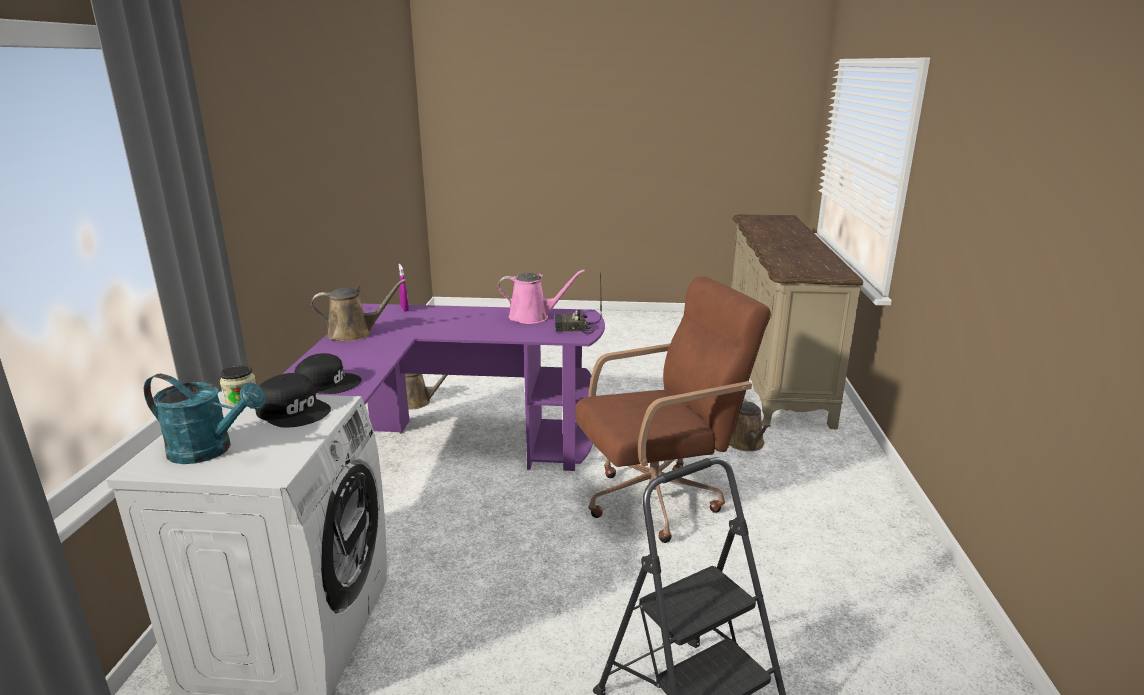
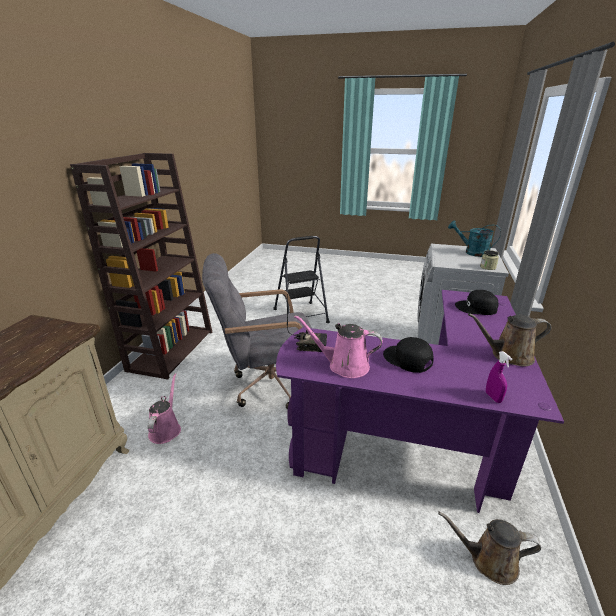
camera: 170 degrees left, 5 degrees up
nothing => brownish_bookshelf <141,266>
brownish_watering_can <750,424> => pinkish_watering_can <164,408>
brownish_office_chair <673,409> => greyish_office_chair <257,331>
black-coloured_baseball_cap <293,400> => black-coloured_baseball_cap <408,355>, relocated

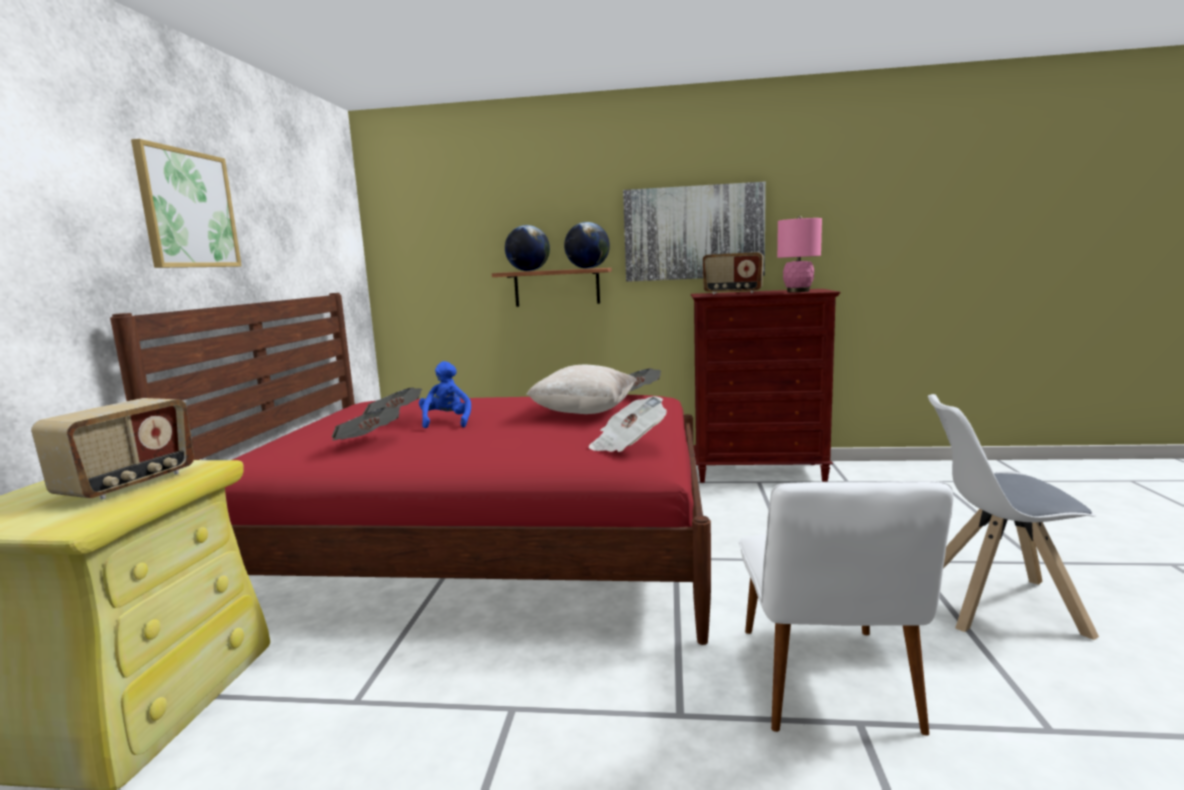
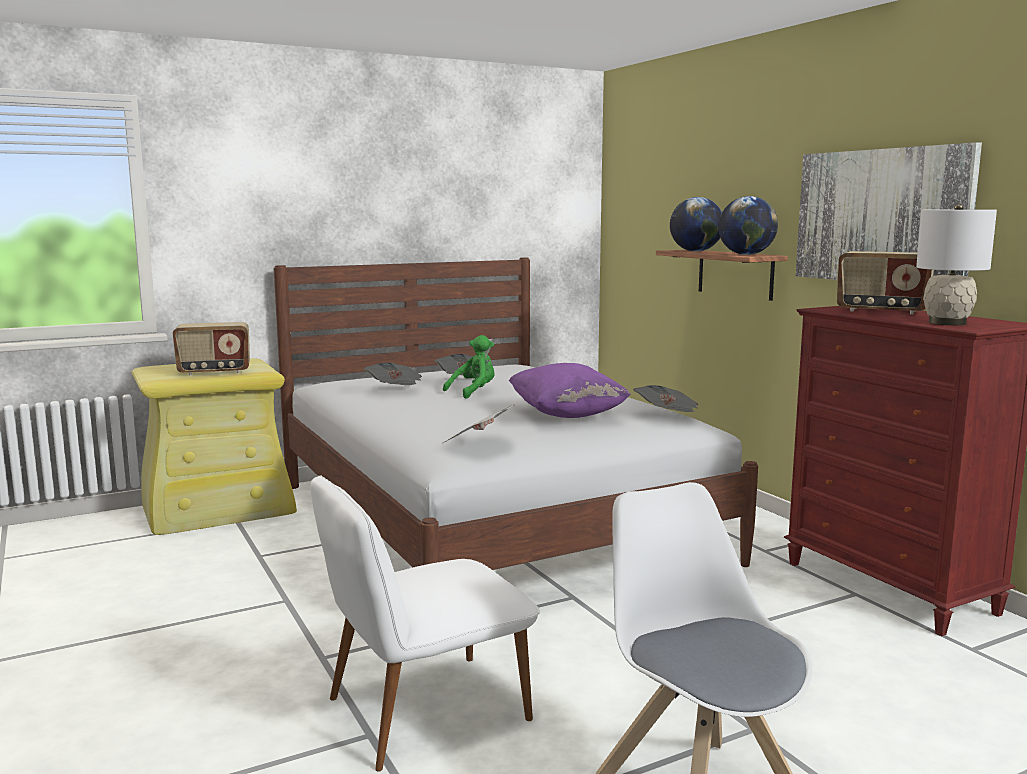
camera: 55 degrees right, 0 degrees up
reddish_sleeping_bed <410,469> => whitish_sleeping_bed <516,414>
blue_soft_toy <445,394> => green-coloured_soft_toy <469,367>
sand-coloured_throw_pillow <581,389> => purple-coloured_throw_pillow <570,390>
radio_set <733,273> => radio_set <885,283>, 45 degrees counterclockwise
pinkish_lamp_for_a_table <799,254> => whitish_lamp_for_a_table <956,264>
wall_art <186,203> => nothing

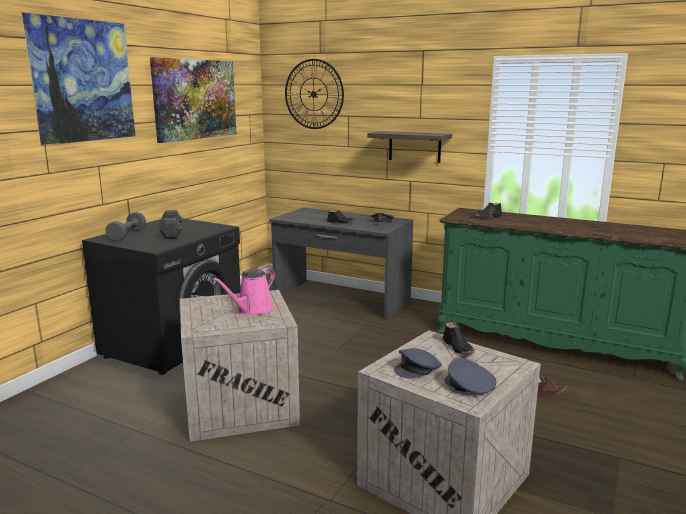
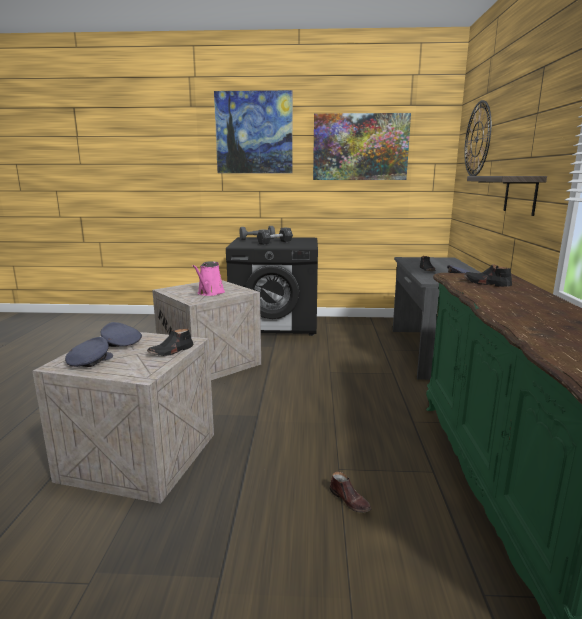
camera: 65 degrees right, 0 degrees up
pinkish_watering_can <244,292> => pinkish_watering_can <209,278>, 90 degrees counterclockwise

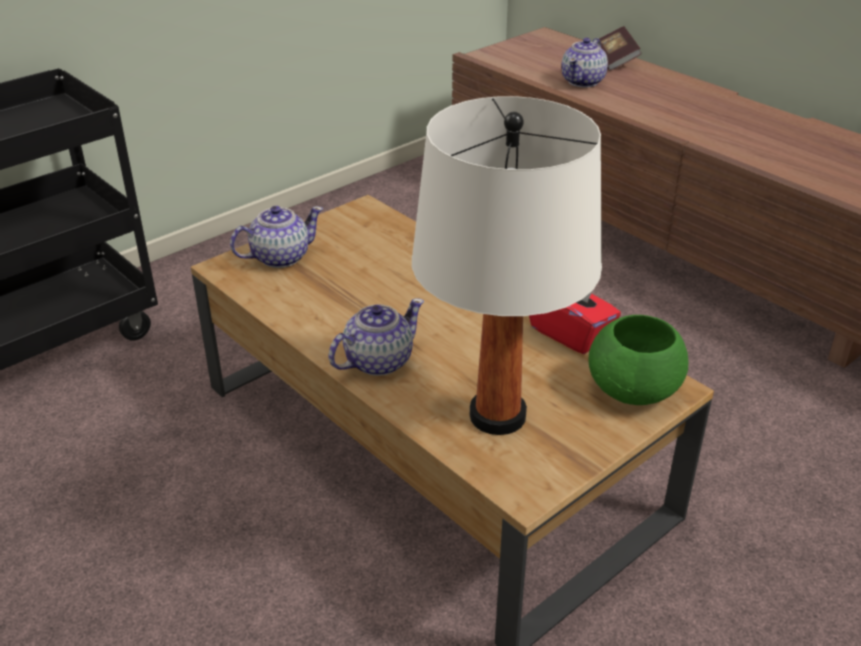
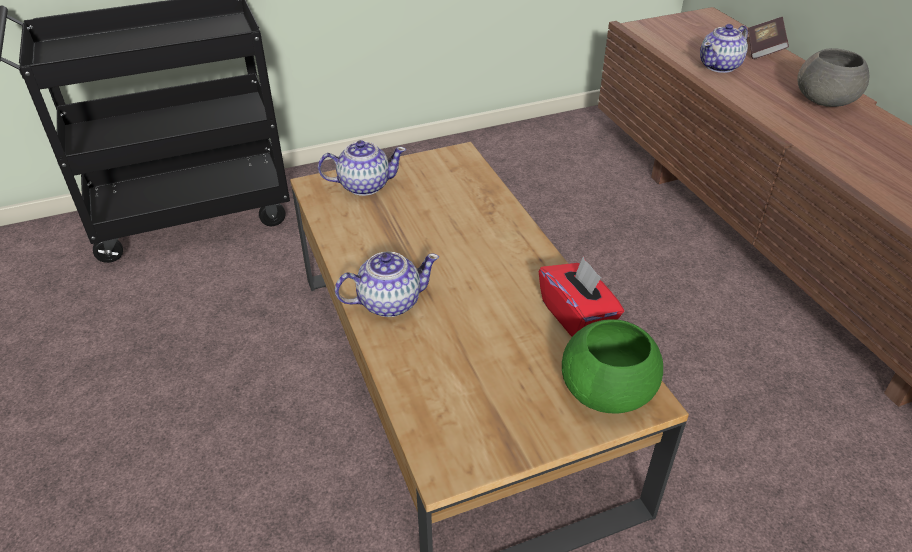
camera: 20 degrees right, 5 degrees up
nothing => greyish_bowl <833,77>
whitish_lamp_for_a_table <507,265> => nothing

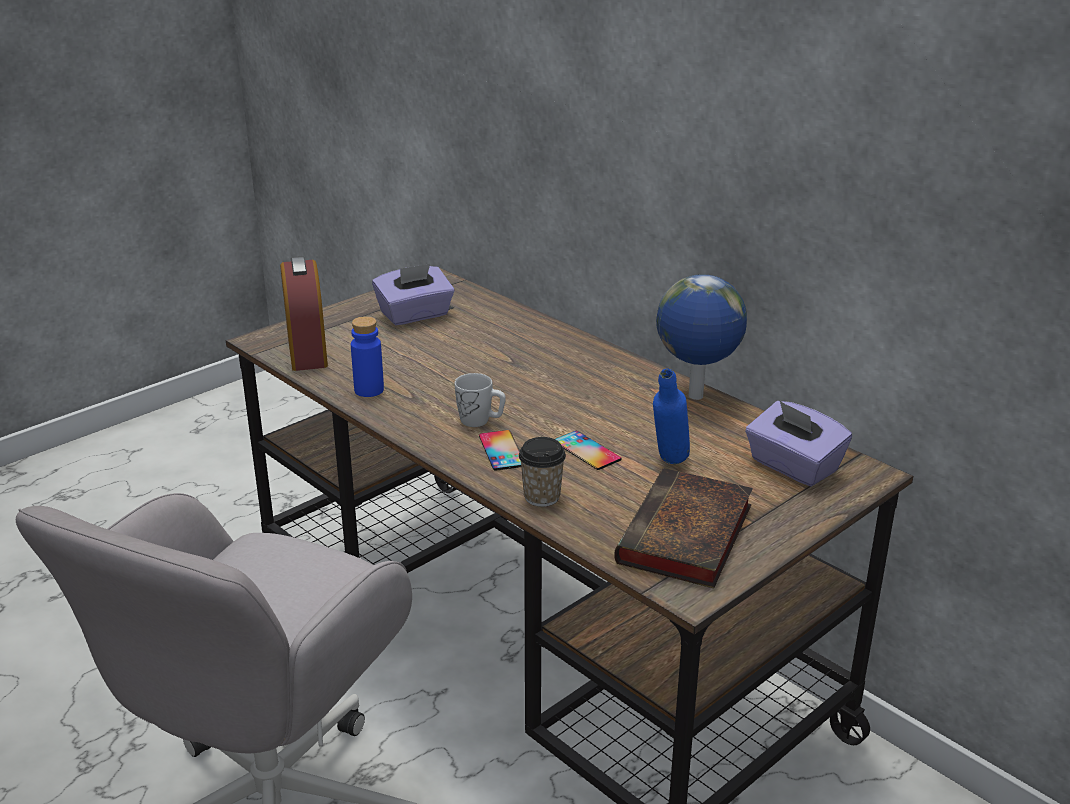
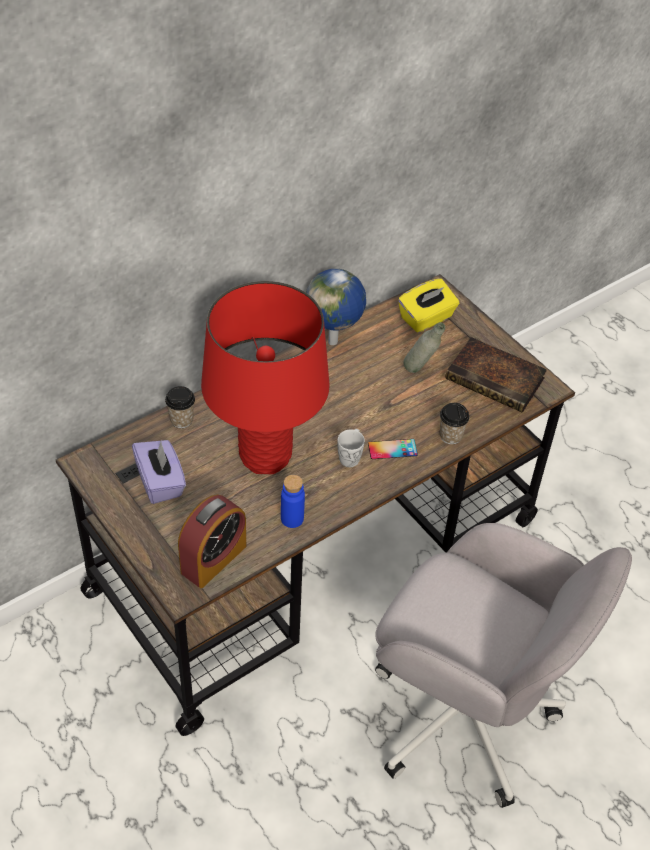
camera: 85 degrees left, 20 degrees up
nothing => drinking_cup <180,407>
bedside_clock <304,313> => bedside_clock <212,541>, 135 degrees clockwise
nothing => reddish_lamp_for_a_table <265,377>
purple-coloured_tissue_box <798,443> => yellowish_tissue_box <428,306>
blue_bottle <671,416> => greyish_bottle <424,347>
handset <588,450> => nothing

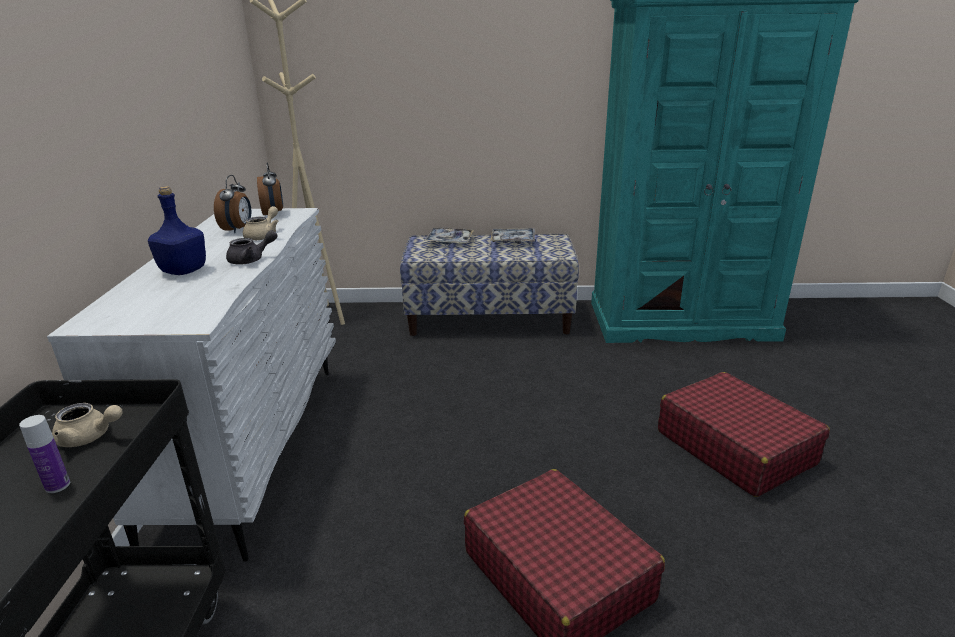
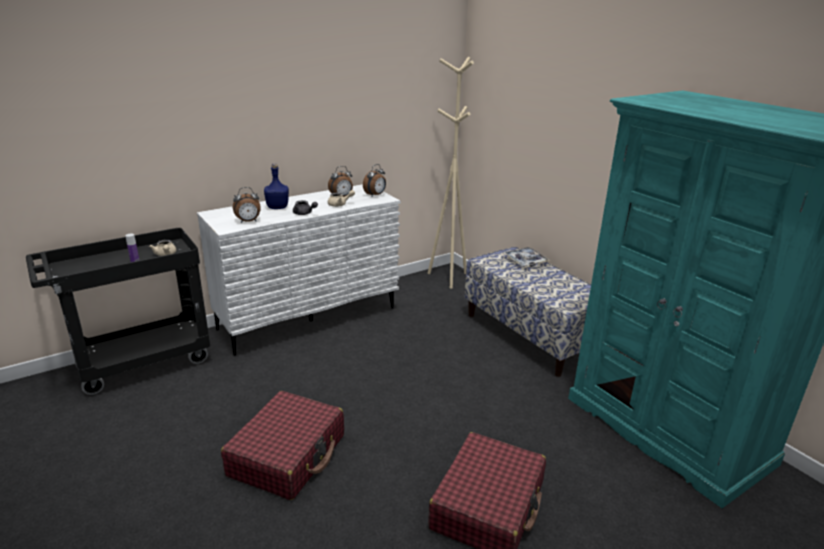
camera: 55 degrees right, 0 degrees up
nothing => bedside_clock <247,205>
carrying_tray <512,236> => nothing

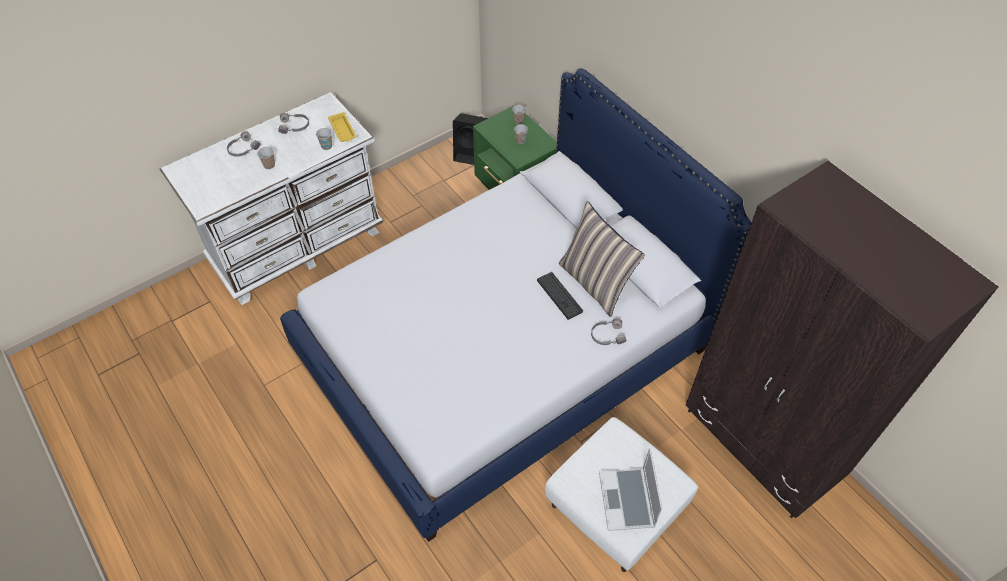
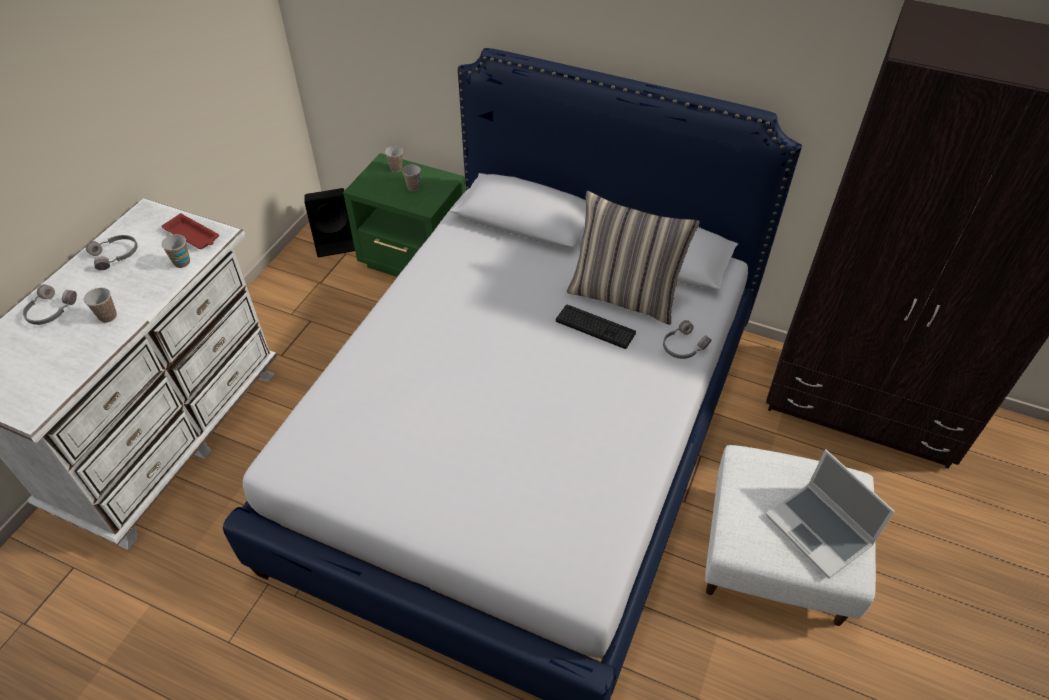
camera: 30 degrees left, 5 degrees down
yellowish_carrying_tray <342,127> => reddish_carrying_tray <190,231>

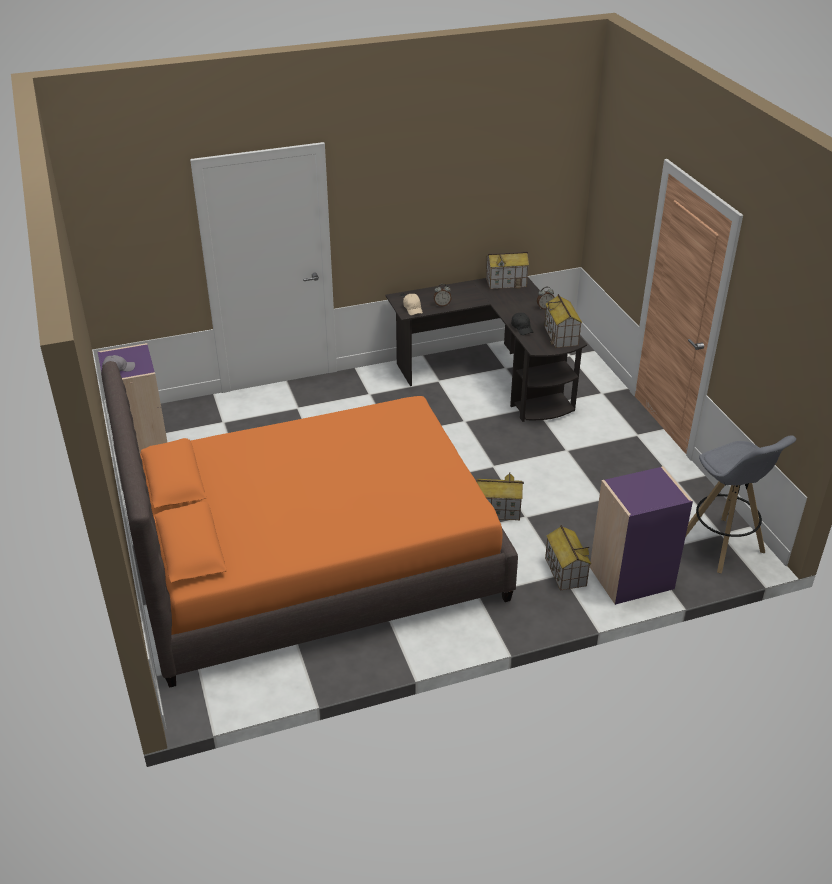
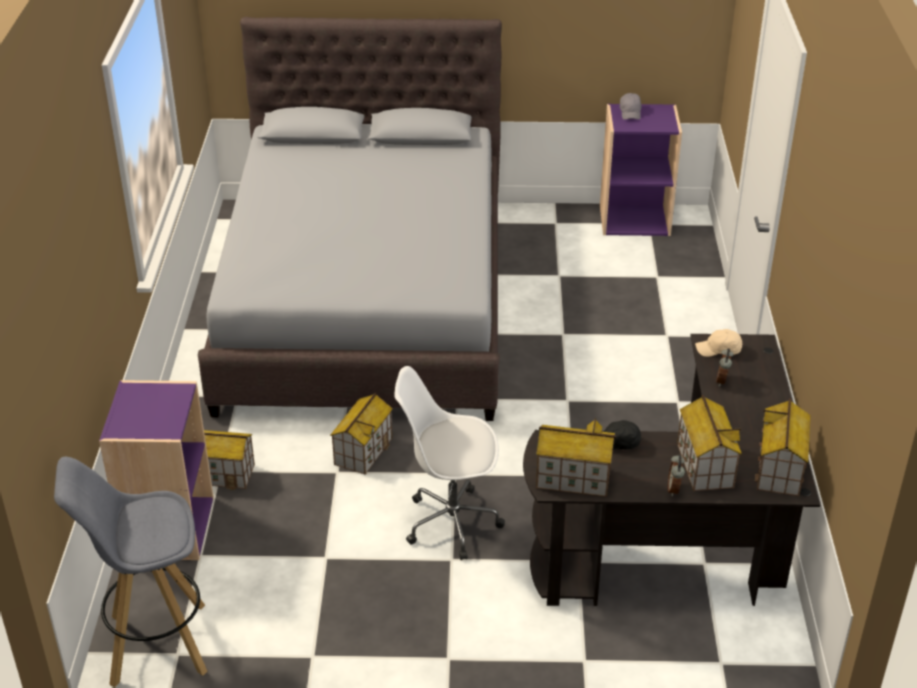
camera: 110 degrees right, 0 degrees up
orange_sleeping_bed <309,524> => greyish_sleeping_bed <350,219>
nothing => whitish_office_chair <449,463>
nothing => toy_house <709,443>

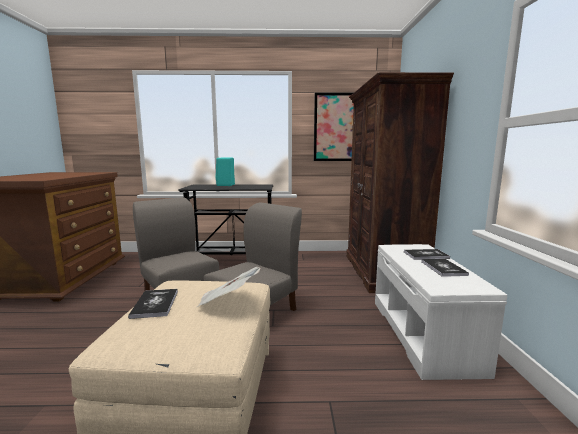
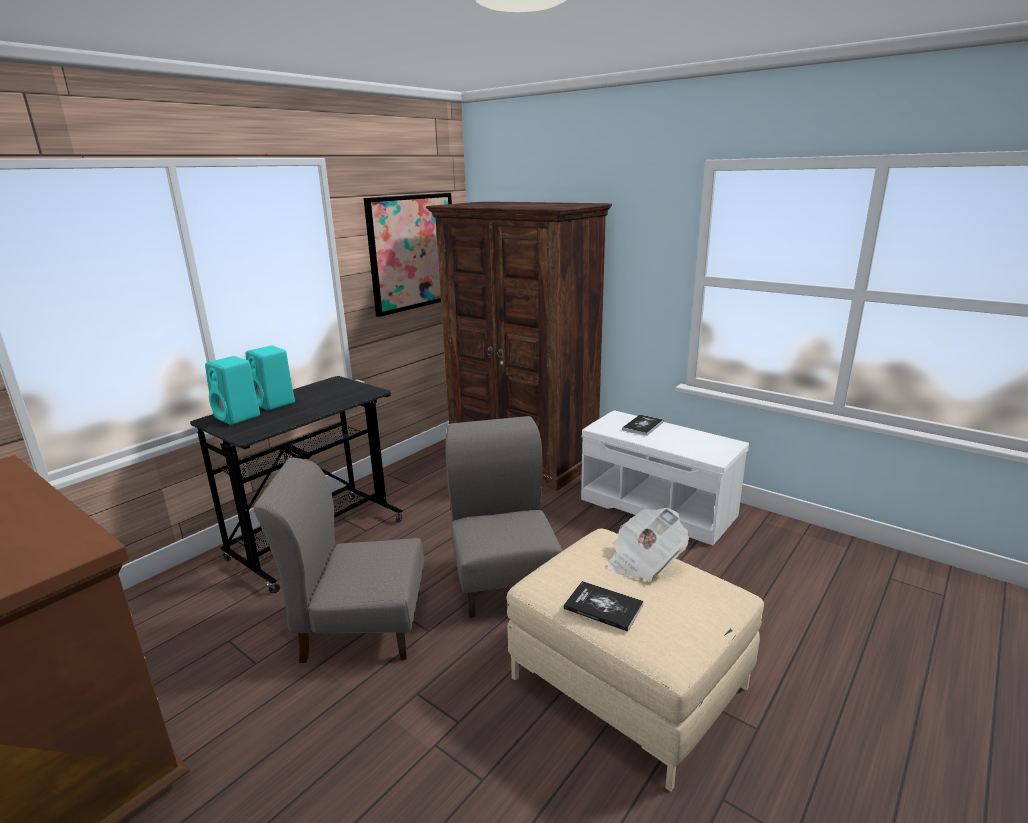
camera: 50 degrees left, 10 degrees up
nothing => blue-green_loudspeaker <232,390>
volume <445,268> => nothing

